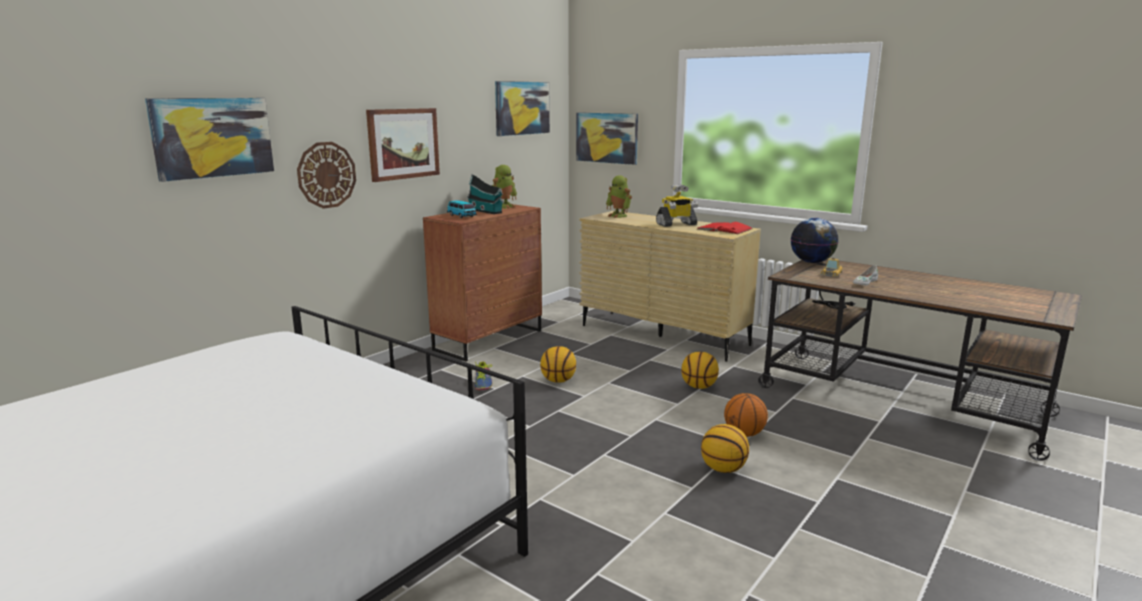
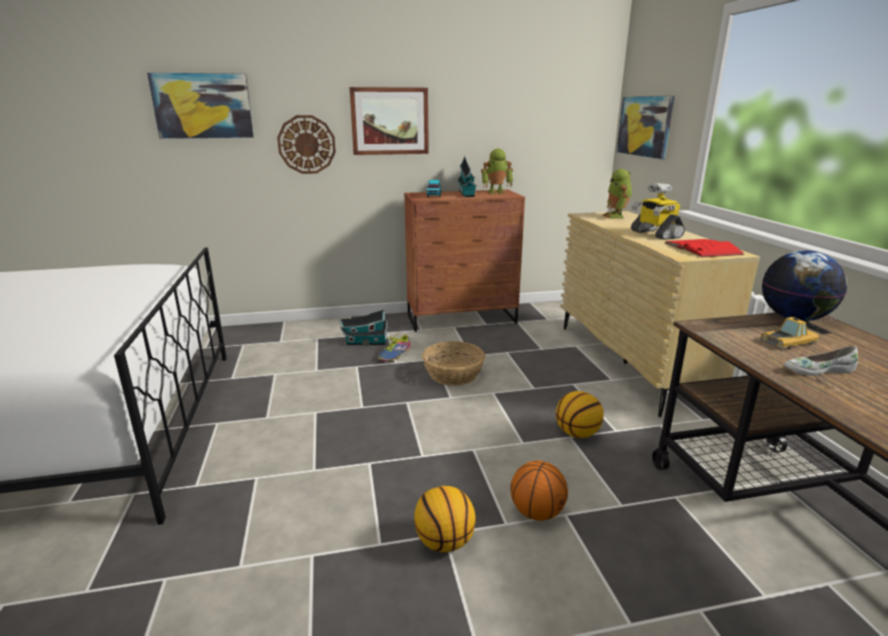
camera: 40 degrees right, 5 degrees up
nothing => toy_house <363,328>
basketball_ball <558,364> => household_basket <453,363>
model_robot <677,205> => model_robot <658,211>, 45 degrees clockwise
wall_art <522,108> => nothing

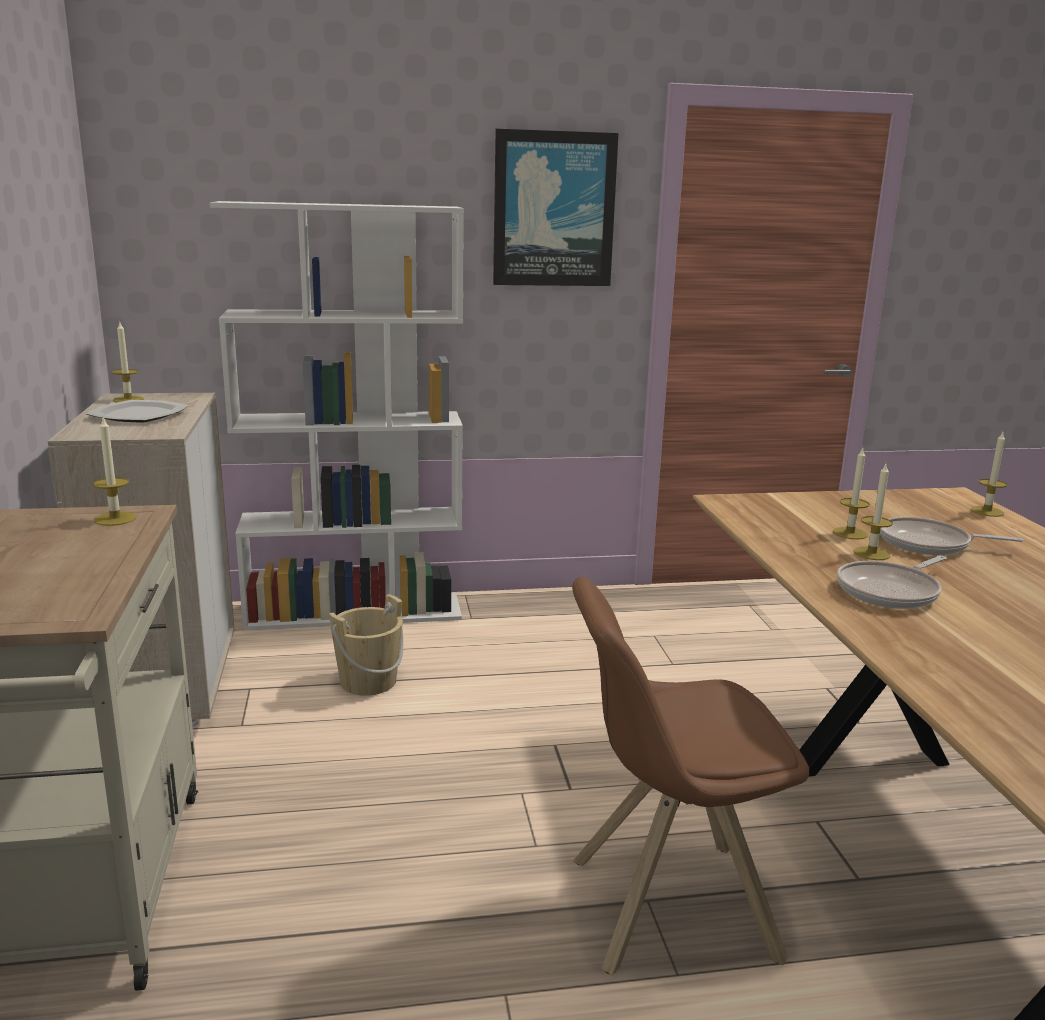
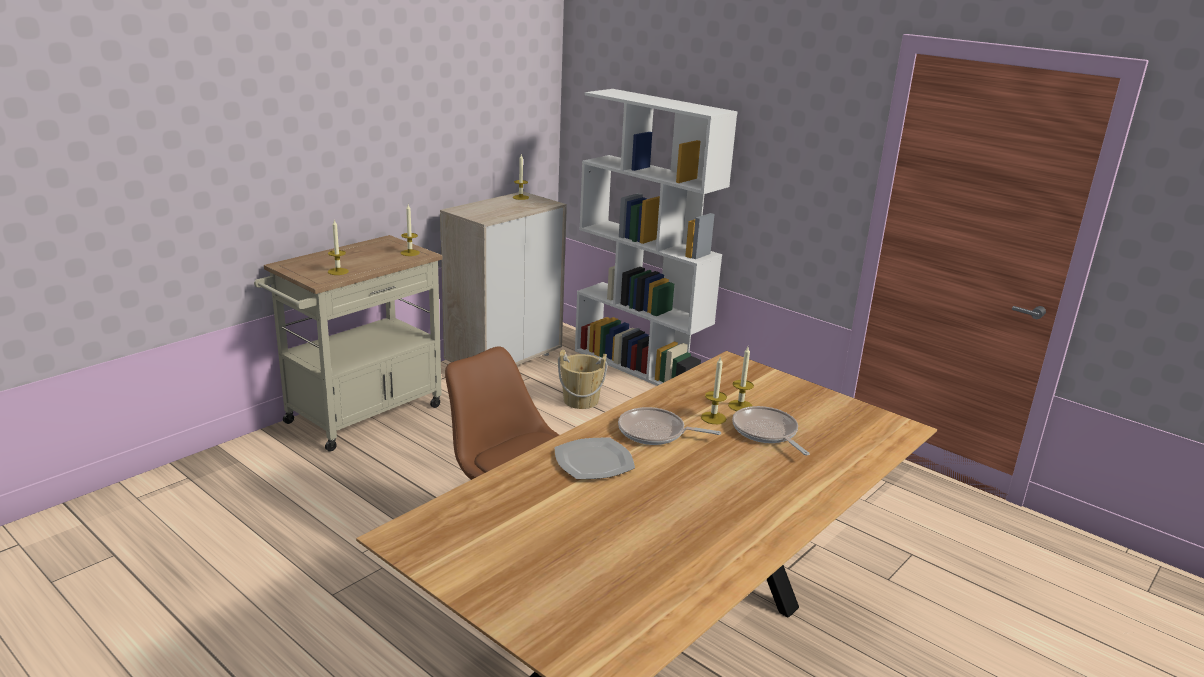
camera: 50 degrees right, 5 degrees up
candle <989,474> => candle <338,247>, relocated
dinner_plate <137,411> => dinner_plate <595,458>, relocated
wall_art <556,207> => nothing

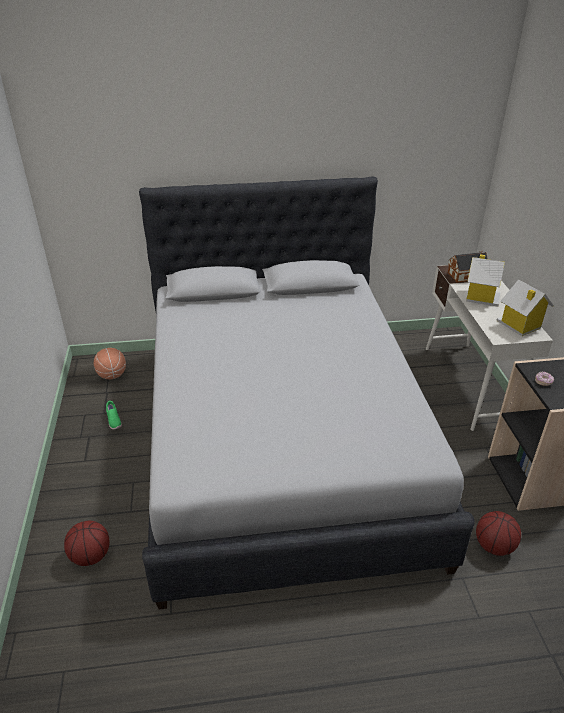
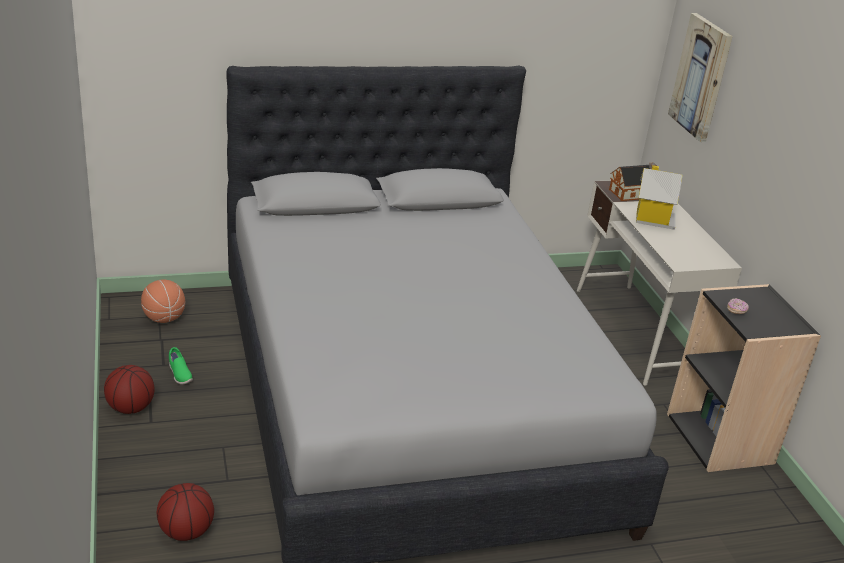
camera: 10 degrees left, 5 degrees down
basketball_ball <498,533> => basketball_ball <129,389>, relocated
nothing => wall_art <700,77>
toy_house <524,307> => nothing

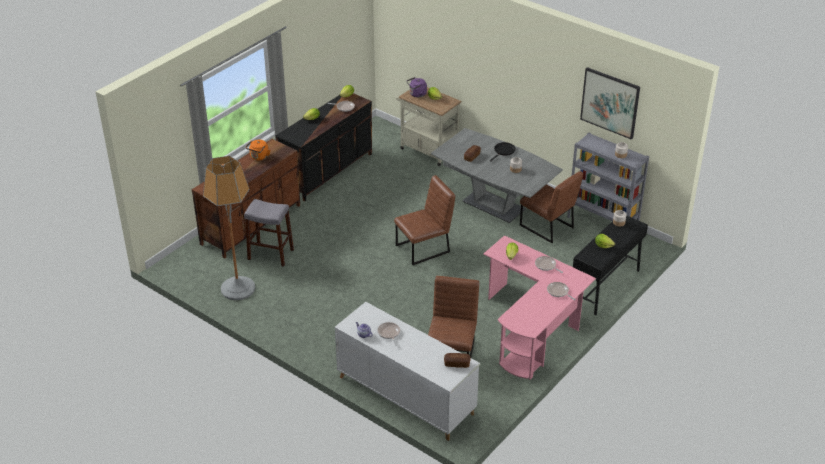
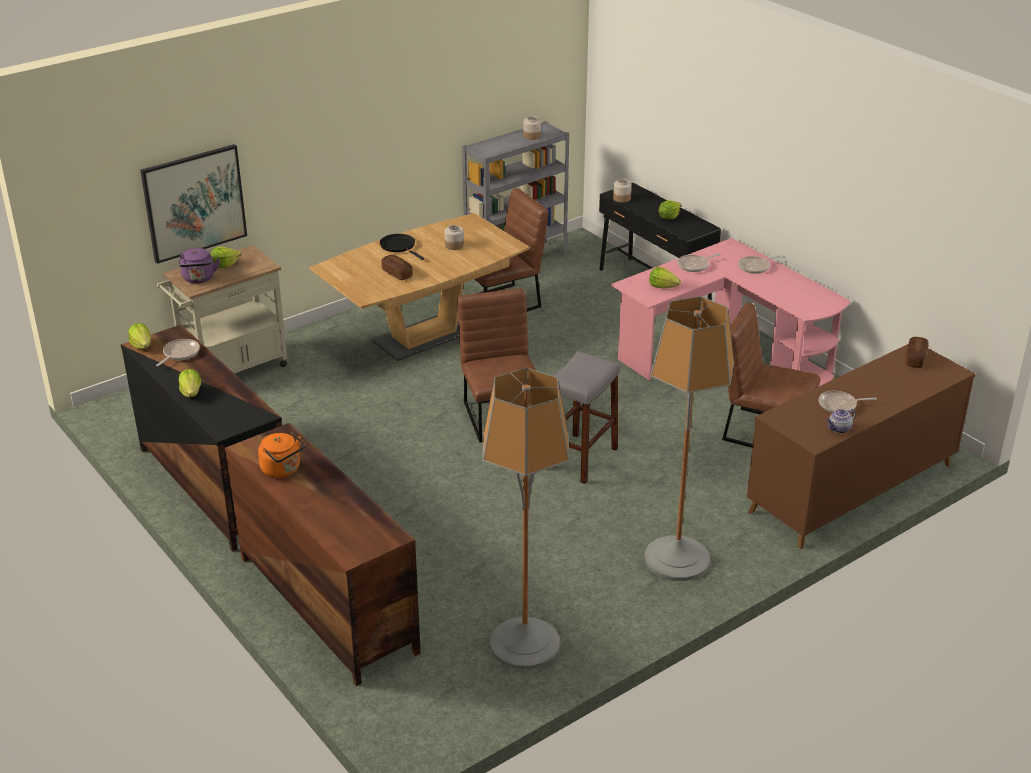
camera: 75 degrees left, 5 degrees down
wall_art <610,103> => wall_art <193,204>, relocated
greyish_kitchen_table <497,175> => brownish_kitchen_table <420,287>
greyish_stool <269,233> => greyish_stool <586,418>, relocated
nothing => standing_lamp <689,438>
whitish_drawer_chest <407,371> => brownish_drawer_chest <861,446>

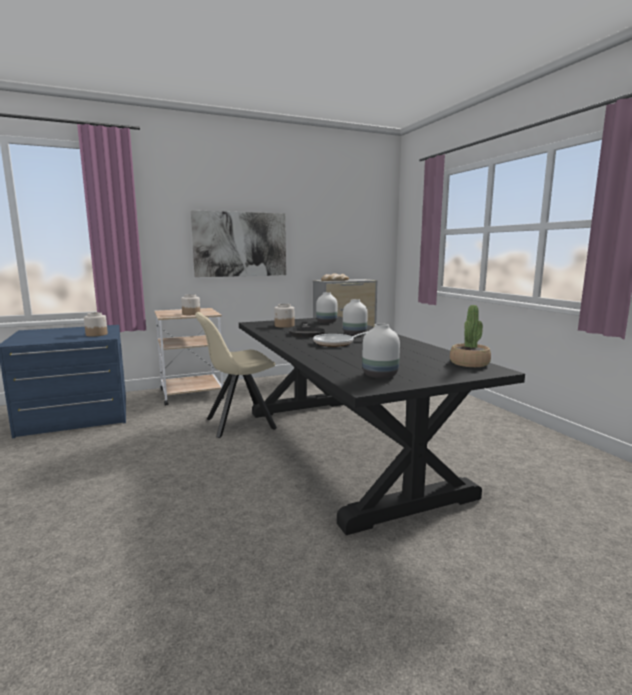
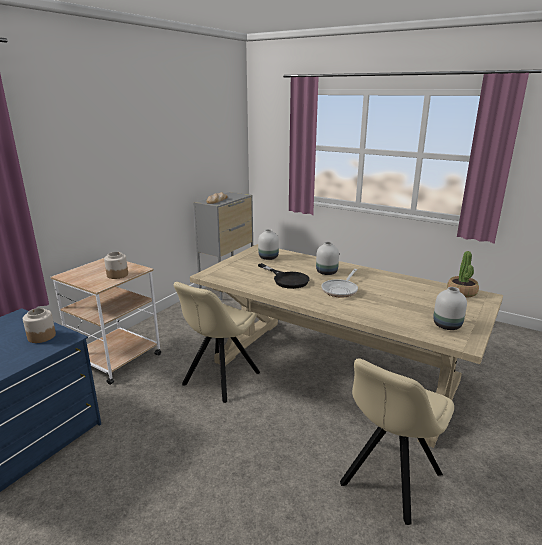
camera: 35 degrees left, 10 degrees up
black-coloured_kitchen_table <382,425> => sand-coloured_kitchen_table <346,346>
nothing => sand-coloured_chair <397,441>
wall_art <238,243> => nothing
storage_jar <284,316> => nothing

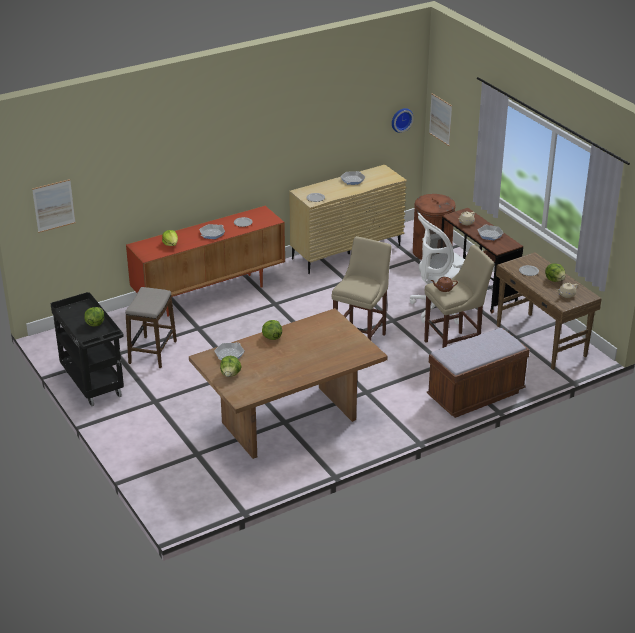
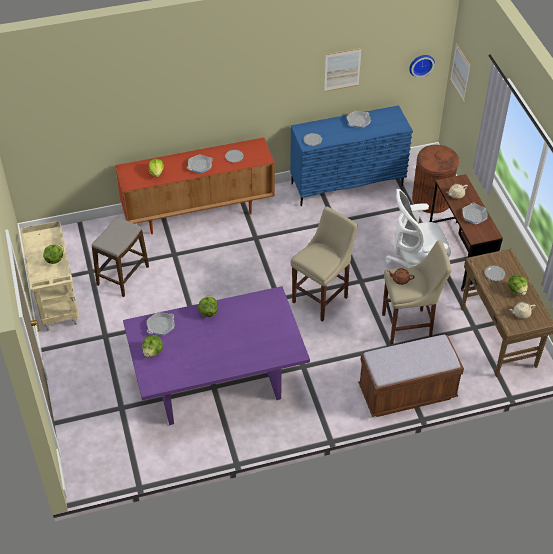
camera: 15 degrees right, 15 degrees up
black-coloured_cart <87,349> => sand-coloured_cart <49,276>
brownish_kitchen_table <288,383> => purple-coloured_kitchen_table <216,355>
sand-coloured_drawer_chest <348,219> => blue_drawer_chest <351,155>
wall_art <54,206> => wall_art <343,70>, relocated

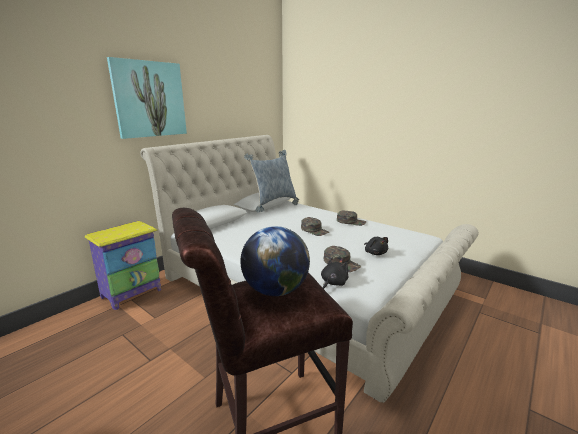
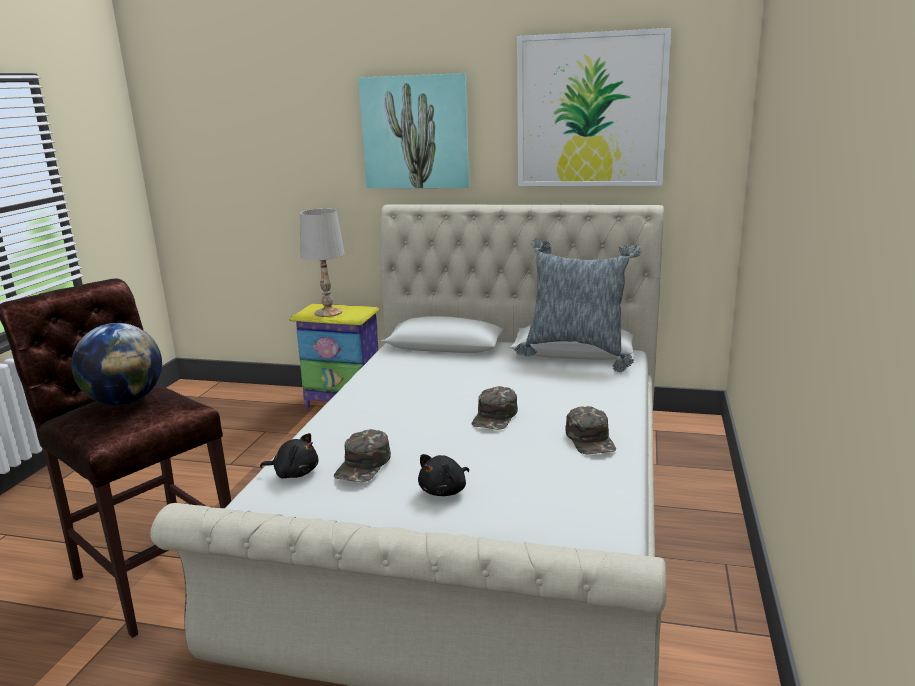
camera: 65 degrees right, 0 degrees up
nothing => whitish_lamp_for_a_table <322,263>
nothing => wall_art <594,107>

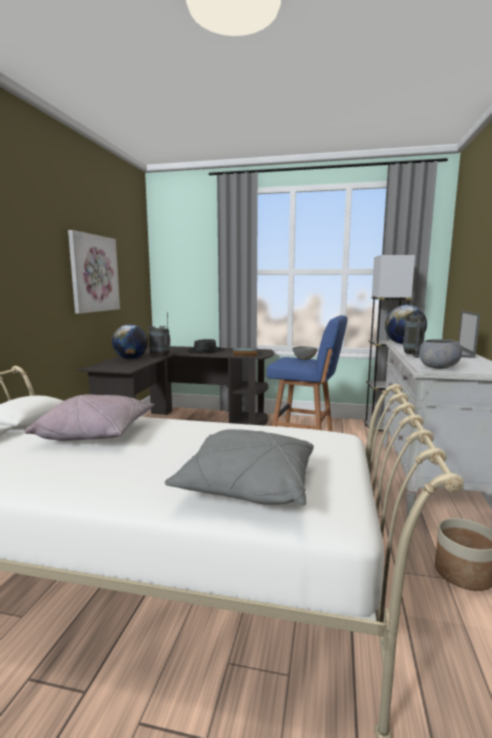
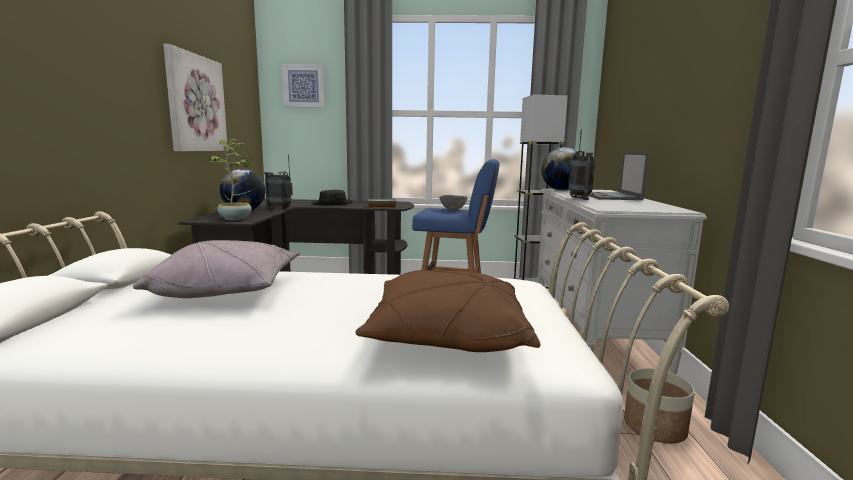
camera: 10 degrees left, 0 degrees up
nothing => houseplant <231,179>
nothing => wall_art <303,86>
greyish_throw_pillow <239,467> => brownish_throw_pillow <448,311>
greyish_bowl <440,354> => nothing

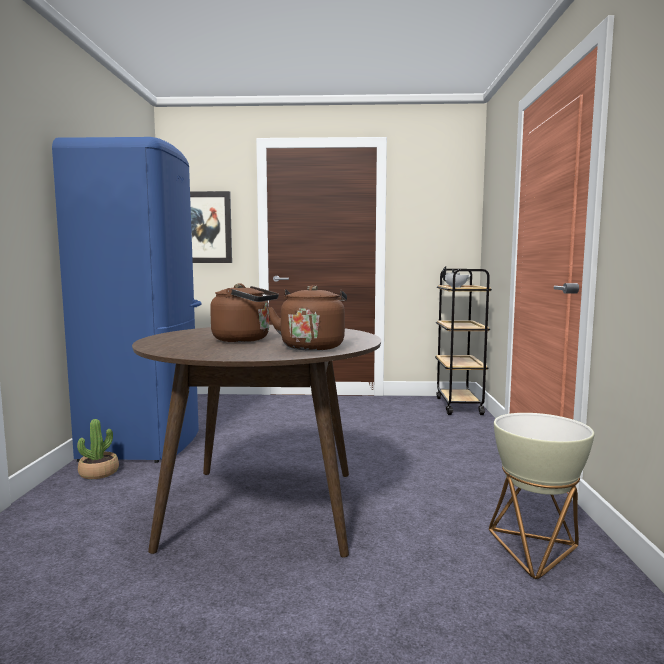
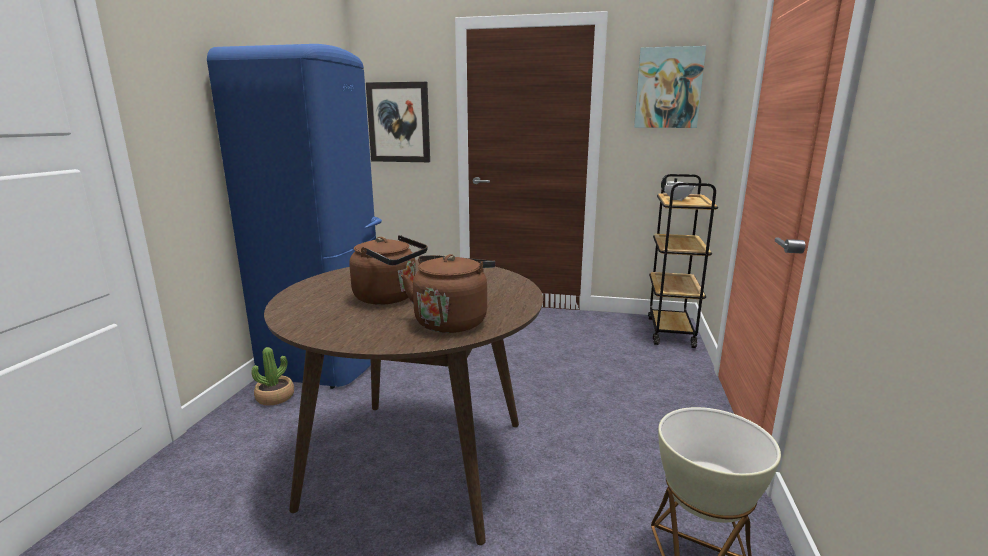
camera: 10 degrees right, 10 degrees up
nothing => wall_art <670,87>

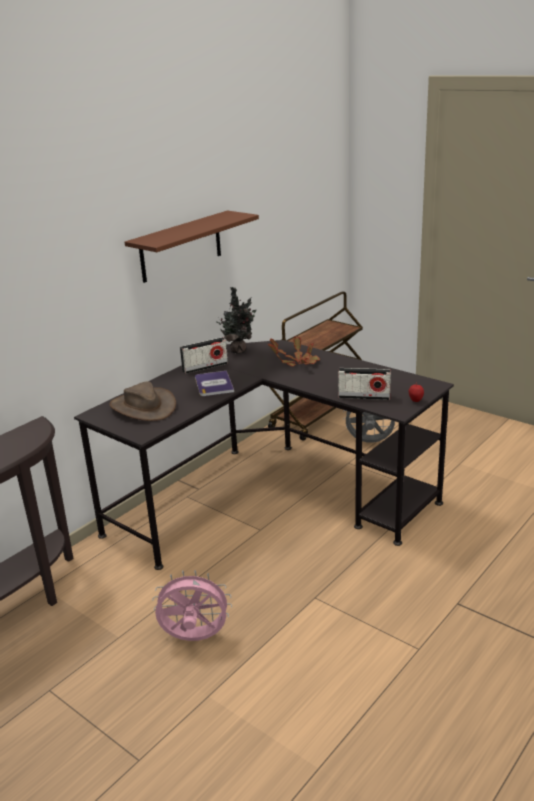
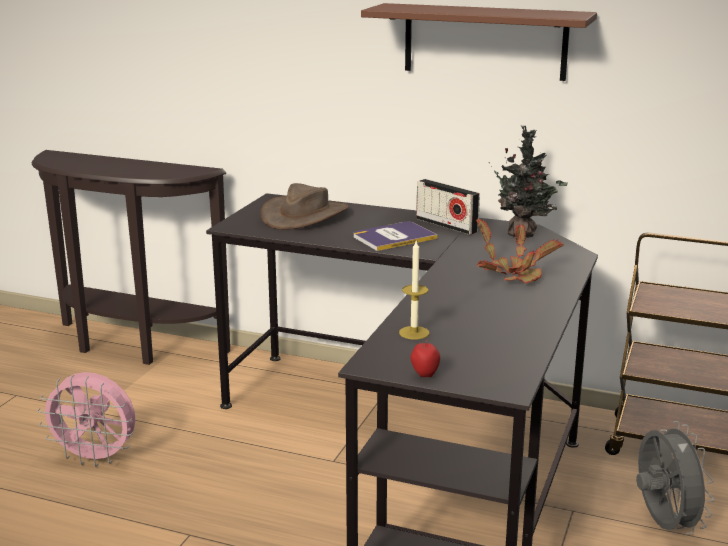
camera: 70 degrees right, 5 degrees down
pinkish_cooling_fan <192,605> => pinkish_cooling_fan <86,419>, 120 degrees clockwise
radio_set <364,384> => candle <414,289>

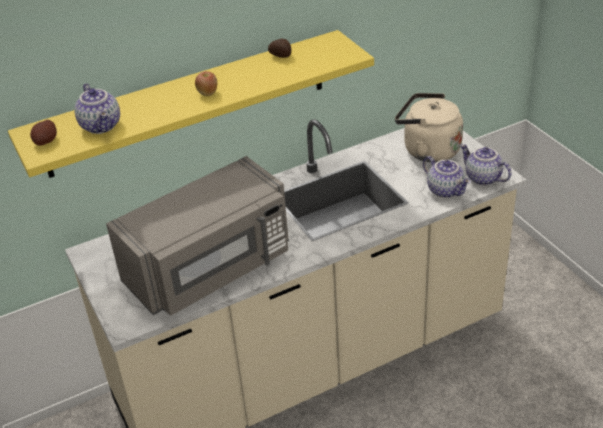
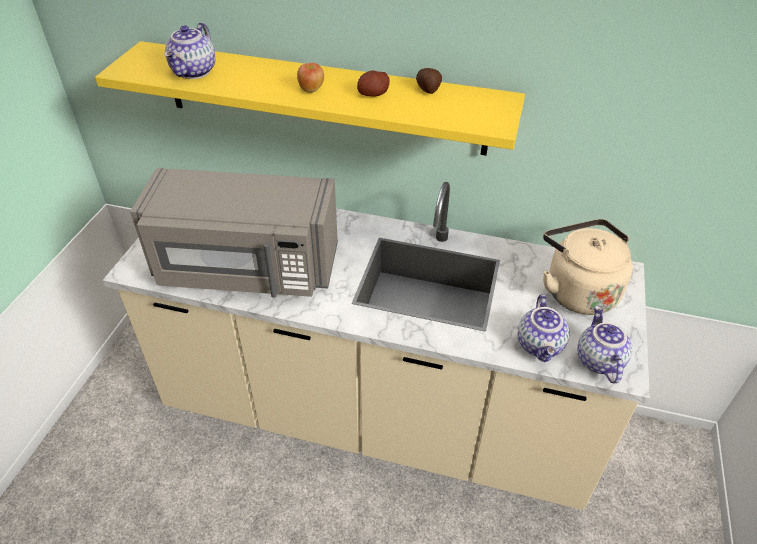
camera: 40 degrees right, 5 degrees up
potato <43,133> => potato <373,84>, relocated

